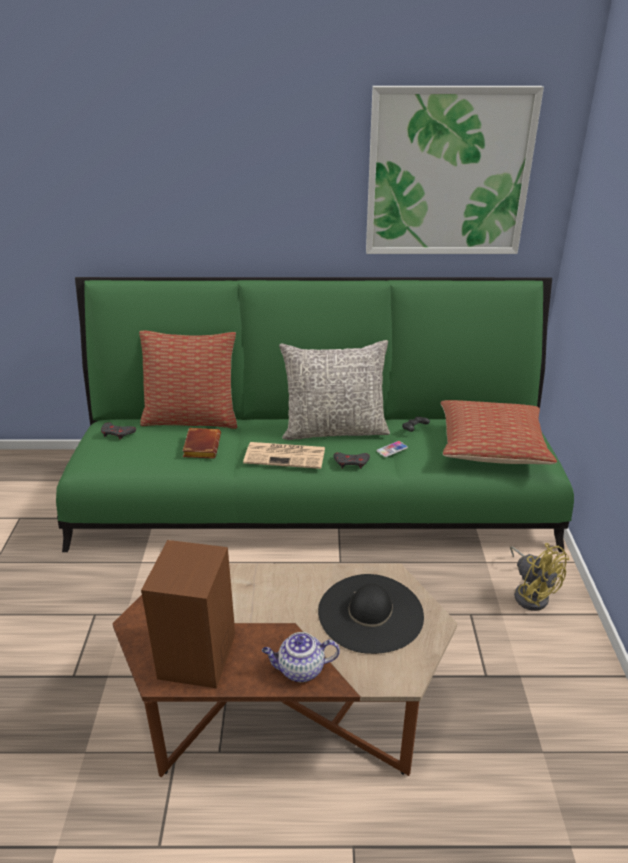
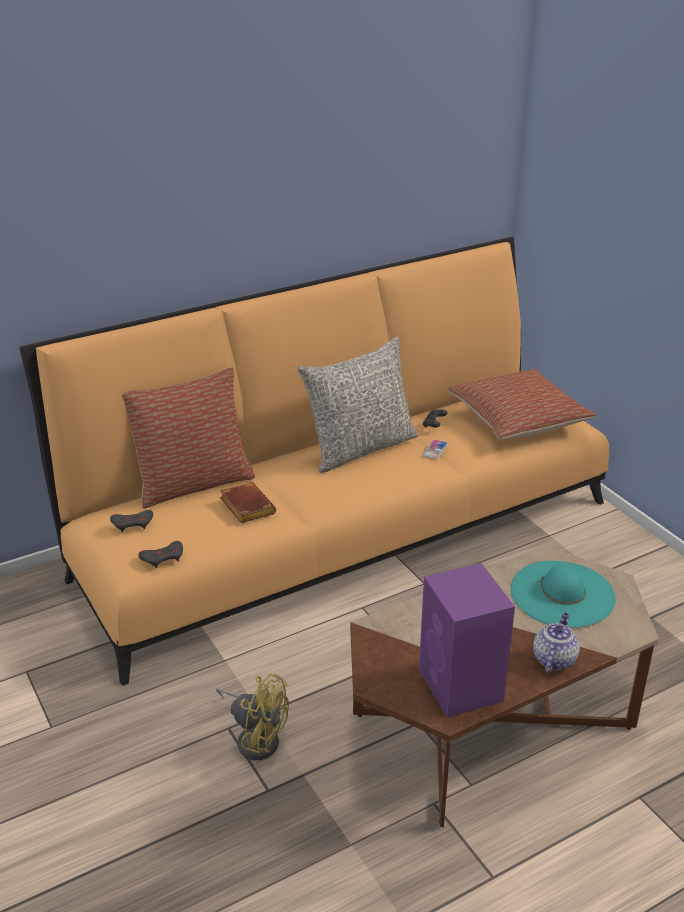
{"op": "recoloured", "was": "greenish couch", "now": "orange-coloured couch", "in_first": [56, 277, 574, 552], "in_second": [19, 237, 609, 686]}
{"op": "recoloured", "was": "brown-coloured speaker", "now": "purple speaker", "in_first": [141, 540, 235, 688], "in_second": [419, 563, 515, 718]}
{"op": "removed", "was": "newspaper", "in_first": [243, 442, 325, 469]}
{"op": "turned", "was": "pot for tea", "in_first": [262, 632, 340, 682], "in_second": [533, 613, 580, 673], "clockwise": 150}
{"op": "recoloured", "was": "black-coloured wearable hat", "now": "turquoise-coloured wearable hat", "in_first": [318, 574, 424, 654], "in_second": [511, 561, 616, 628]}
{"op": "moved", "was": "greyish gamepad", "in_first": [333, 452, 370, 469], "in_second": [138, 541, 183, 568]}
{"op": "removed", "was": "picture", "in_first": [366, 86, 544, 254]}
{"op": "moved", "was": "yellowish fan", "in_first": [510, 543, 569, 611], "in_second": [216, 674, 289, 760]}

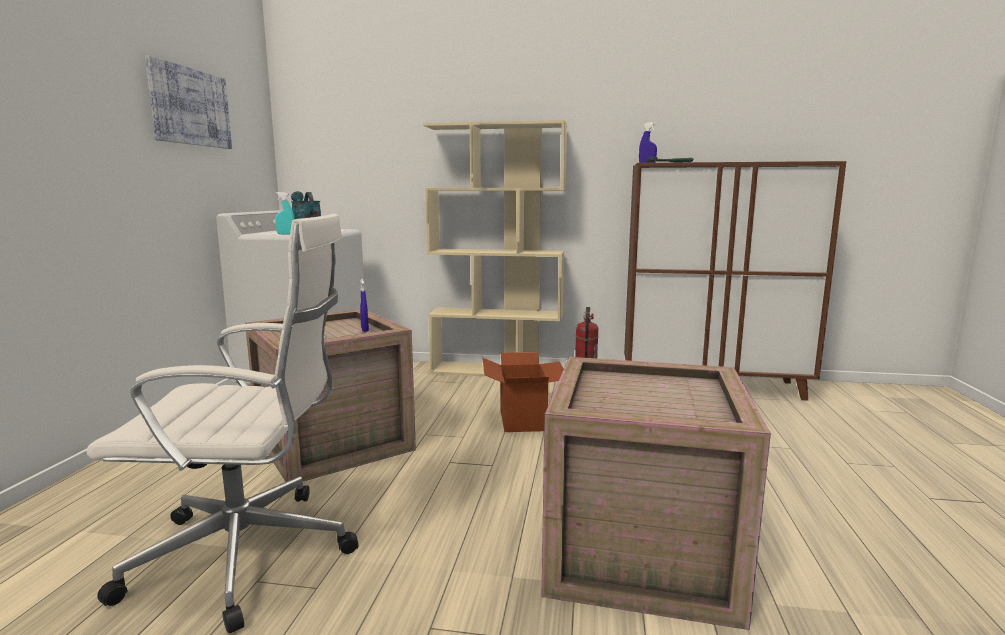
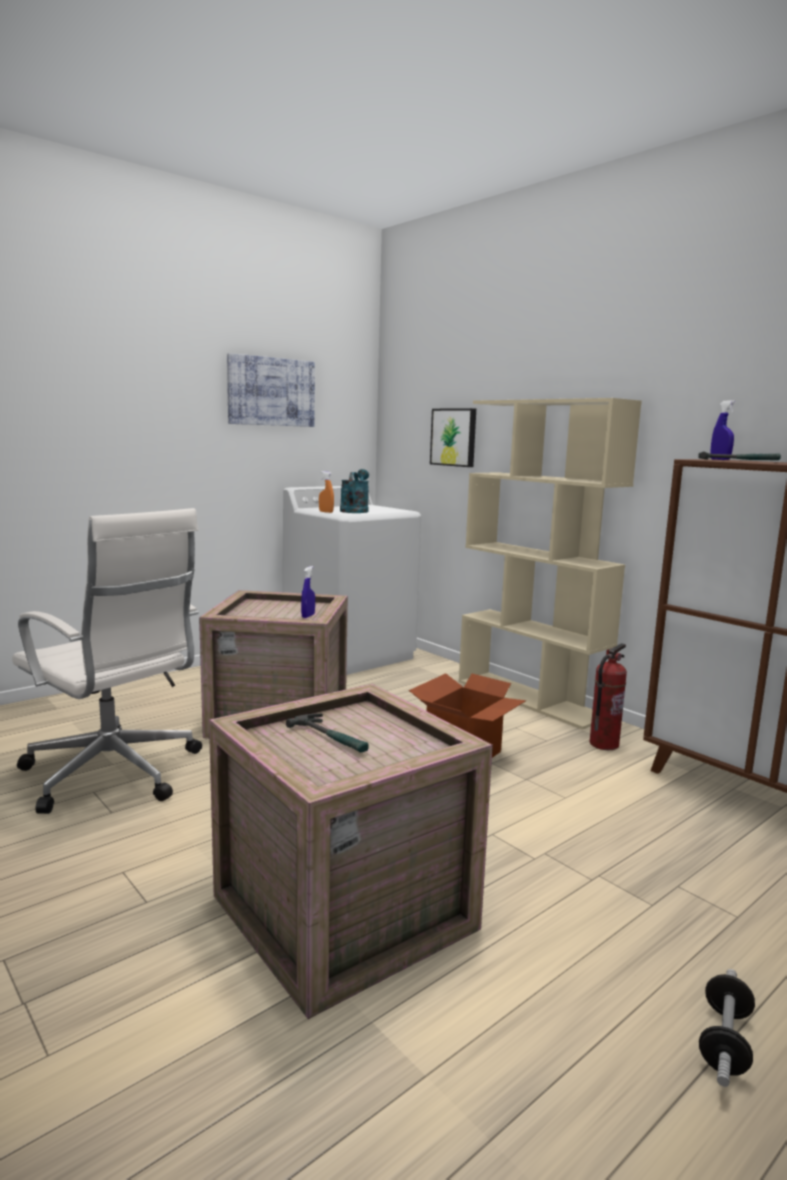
{"op": "recoloured", "was": "turquoise-coloured sprayer", "now": "orange-coloured sprayer", "in_first": [275, 192, 294, 235], "in_second": [319, 471, 334, 513]}
{"op": "added", "now": "hand hammer", "in_second": [286, 713, 369, 753]}
{"op": "added", "now": "picture", "in_second": [430, 408, 476, 467]}
{"op": "added", "now": "free weight", "in_second": [699, 969, 755, 1087]}

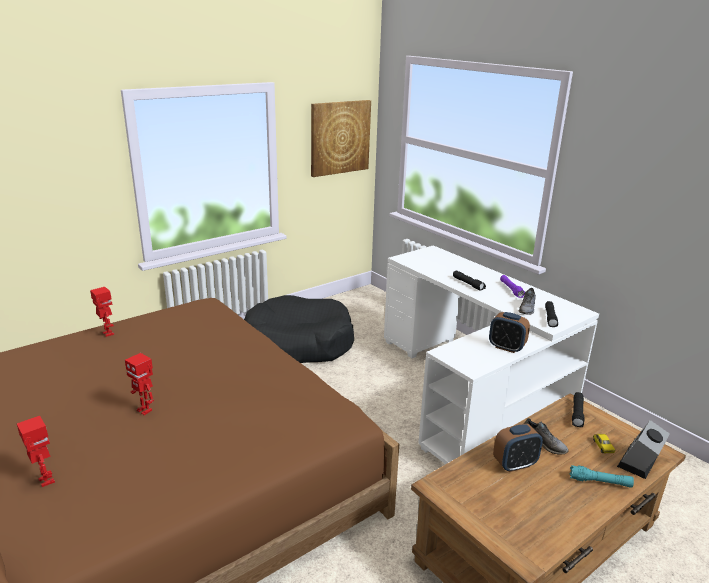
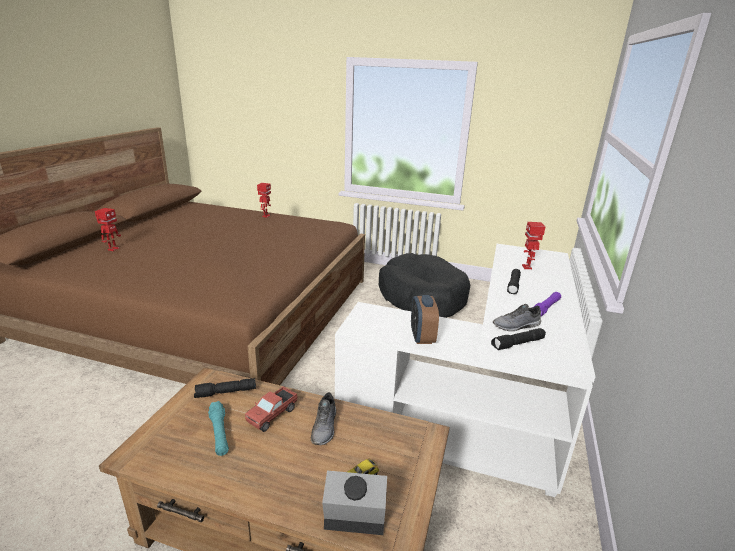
{"op": "moved", "was": "model robot", "in_first": [125, 353, 154, 415], "in_second": [522, 222, 545, 269]}
{"op": "removed", "was": "picture", "in_first": [311, 100, 371, 177]}
{"op": "replaced", "was": "bedside clock", "now": "toy truck", "in_first": [493, 424, 543, 472], "in_second": [245, 386, 297, 432]}
{"op": "moved", "was": "turquoise-coloured hand torch", "in_first": [569, 465, 634, 488], "in_second": [208, 401, 229, 456]}
{"op": "moved", "was": "black-coloured hand torch", "in_first": [572, 392, 584, 427], "in_second": [194, 378, 256, 398]}

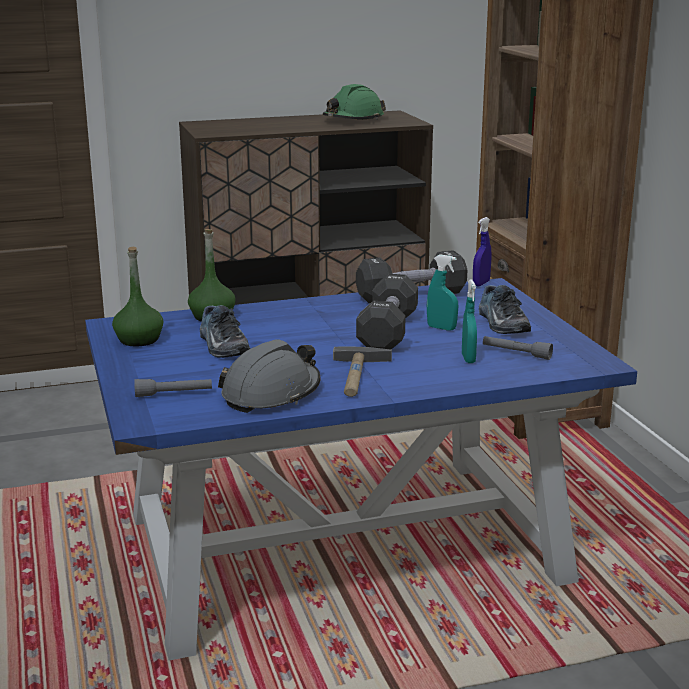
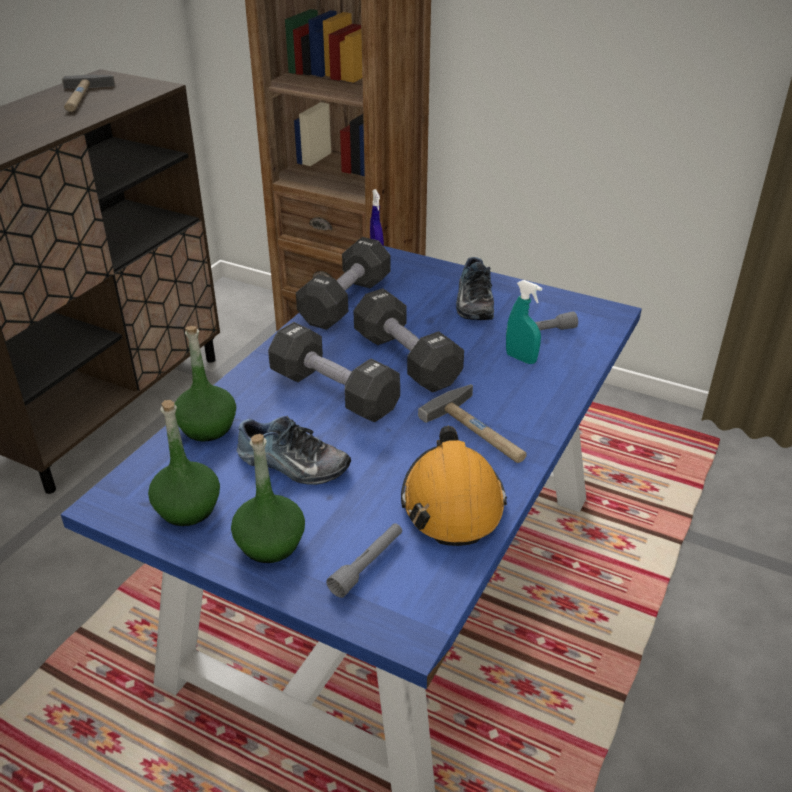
{"op": "recoloured", "was": "greyish safety helmet", "now": "orange-coloured safety helmet", "in_first": [218, 339, 321, 413], "in_second": [401, 426, 507, 546]}
{"op": "replaced", "was": "greenish safety helmet", "now": "hand hammer", "in_first": [323, 84, 386, 120], "in_second": [62, 75, 115, 112]}
{"op": "removed", "was": "turquoise-coloured sprayer", "in_first": [427, 254, 458, 330]}
{"op": "turned", "was": "shoe", "in_first": [479, 285, 531, 334], "in_second": [456, 257, 494, 320], "clockwise": 60}
{"op": "added", "now": "greenish beverage bottle", "in_second": [231, 434, 305, 563]}
{"op": "added", "now": "black-coloured free weight", "in_second": [268, 322, 400, 422]}

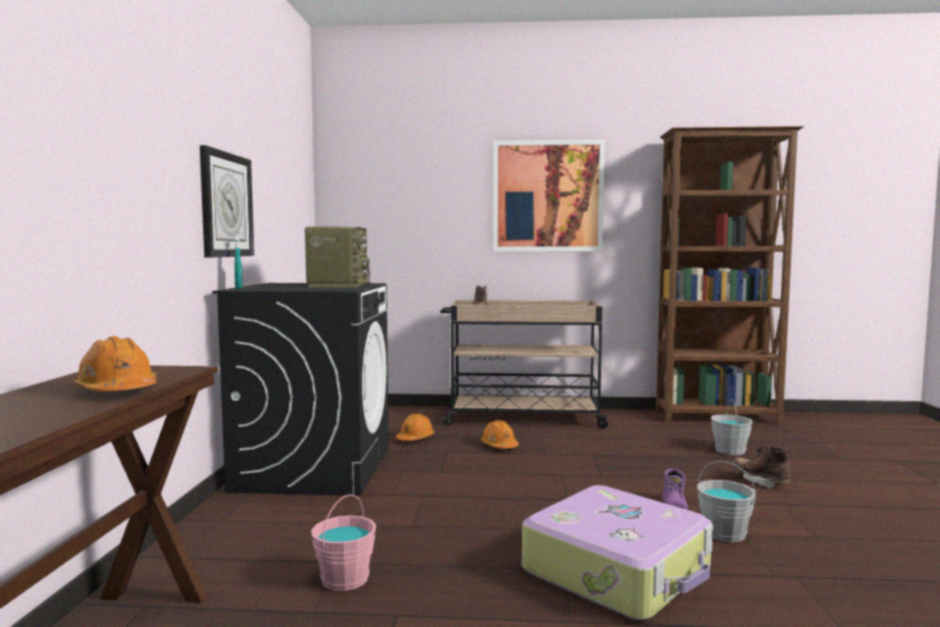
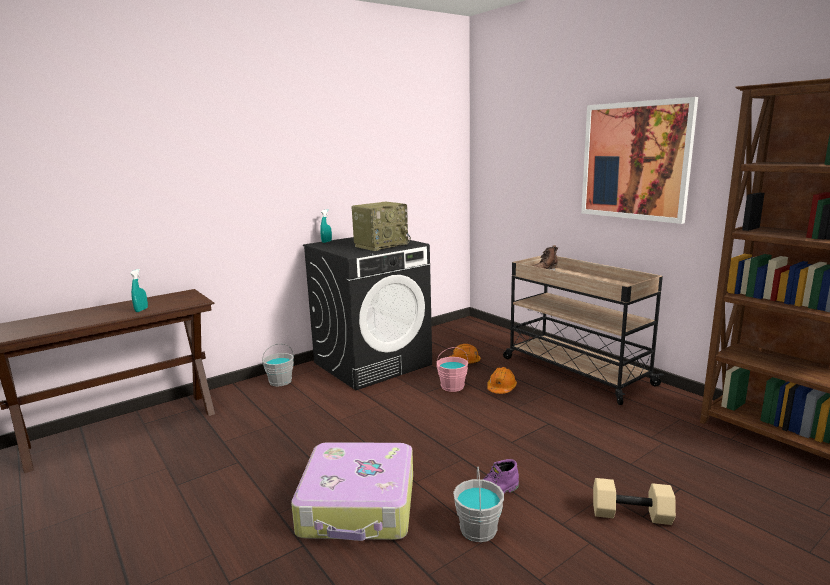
{"op": "replaced", "was": "orange-coloured safety helmet", "now": "turquoise-coloured sprayer", "in_first": [74, 336, 157, 391], "in_second": [130, 269, 148, 312]}
{"op": "removed", "was": "wall clock", "in_first": [200, 145, 254, 257]}
{"op": "moved", "was": "pink-coloured pail", "in_first": [311, 494, 376, 591], "in_second": [436, 347, 468, 392]}
{"op": "moved", "was": "greyish pail", "in_first": [711, 399, 753, 455], "in_second": [262, 344, 294, 387]}
{"op": "replaced", "was": "brown-coloured tall boot", "now": "beige-coloured free weight", "in_first": [732, 445, 791, 488], "in_second": [593, 478, 676, 525]}

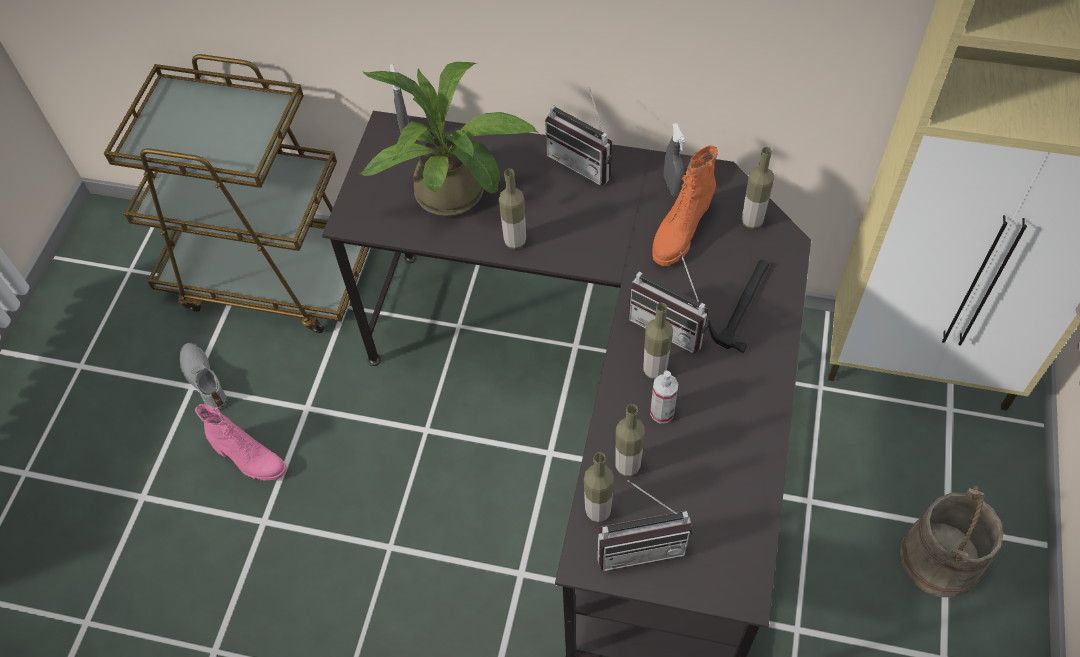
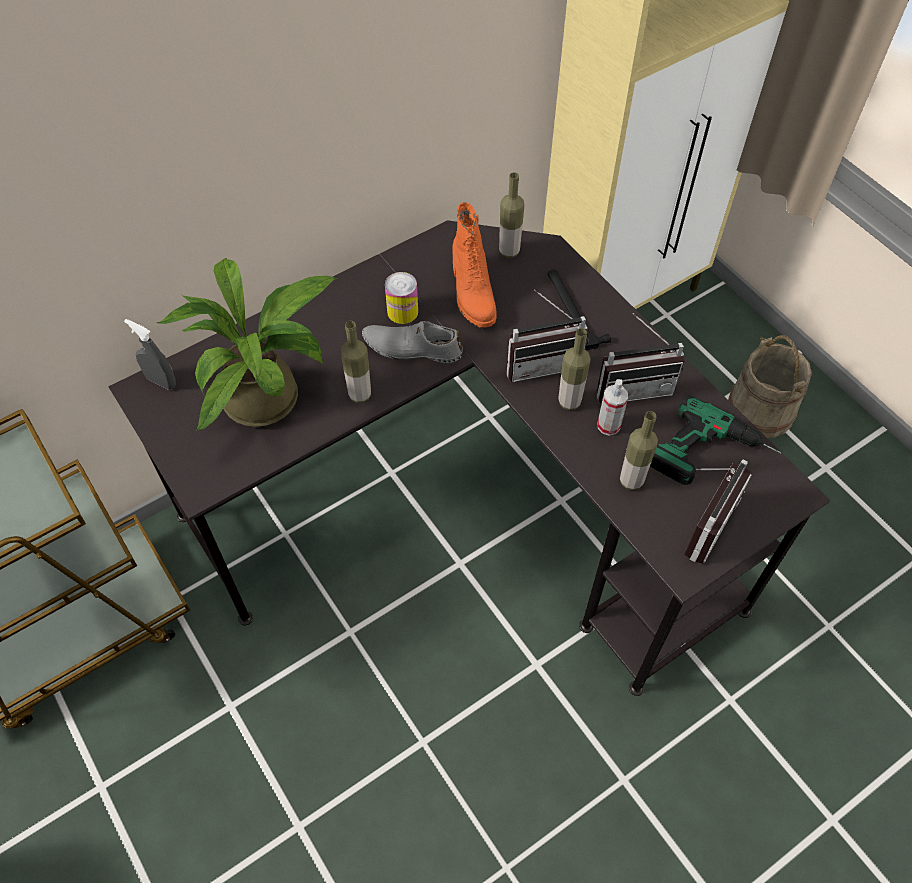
{"op": "moved", "was": "greyish shoe", "in_first": [180, 343, 227, 410], "in_second": [362, 321, 463, 363]}
{"op": "removed", "was": "pink-coloured tall boot", "in_first": [195, 404, 287, 481]}
{"op": "moved", "was": "radio receiver", "in_first": [545, 87, 613, 186], "in_second": [597, 313, 684, 404]}
{"op": "removed", "was": "beverage bottle", "in_first": [584, 452, 614, 523]}
{"op": "removed", "was": "greyish sprayer", "in_first": [664, 123, 685, 197]}
{"op": "added", "now": "metal can", "in_second": [385, 272, 418, 324]}
{"op": "added", "now": "drill", "in_second": [650, 395, 781, 485]}

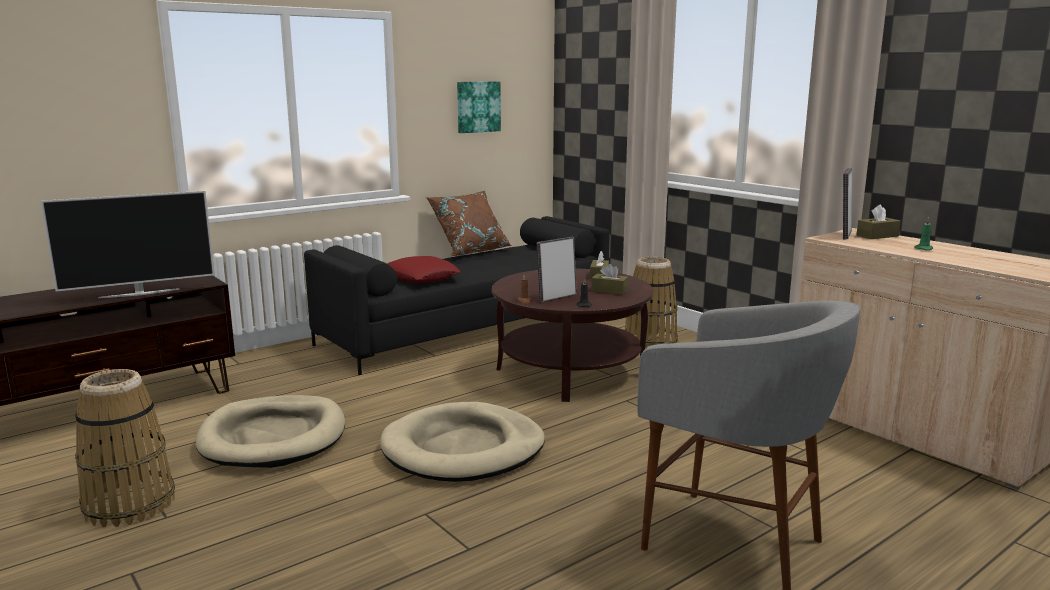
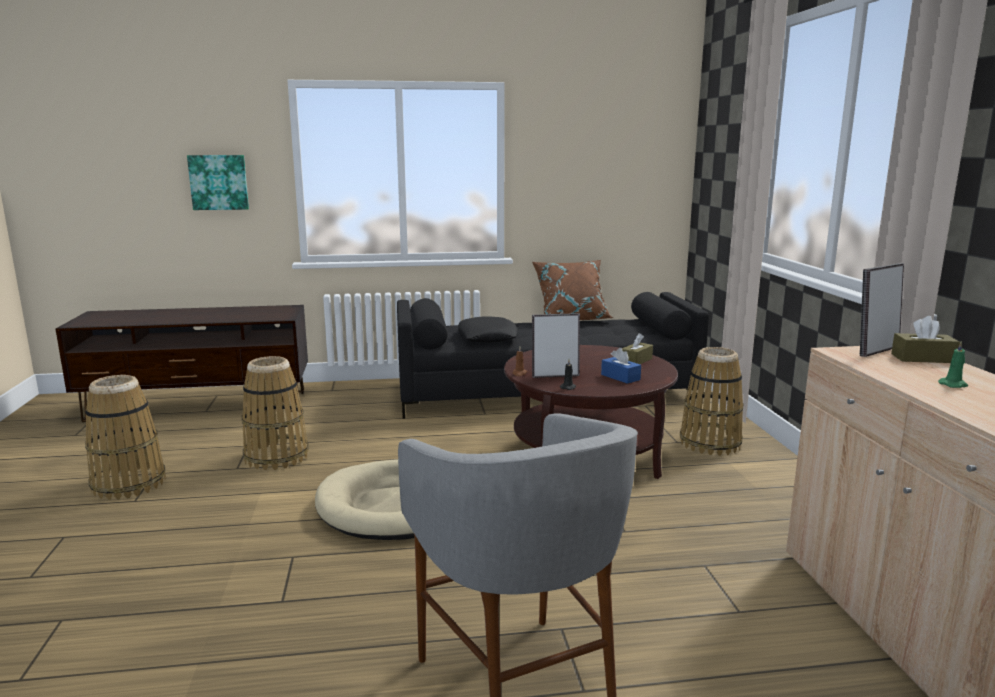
{"op": "removed", "was": "TV set", "in_first": [41, 191, 215, 298]}
{"op": "replaced", "was": "beige-coloured dog bed", "now": "storage basket", "in_first": [195, 395, 345, 468], "in_second": [241, 356, 309, 470]}
{"op": "recoloured", "was": "reddish cushion", "now": "black-coloured cushion", "in_first": [387, 256, 460, 283], "in_second": [458, 317, 517, 343]}
{"op": "moved", "was": "picture", "in_first": [457, 81, 501, 133], "in_second": [187, 155, 249, 210]}
{"op": "recoloured", "was": "brown-coloured tissue holder", "now": "bluish tissue holder", "in_first": [591, 264, 628, 295], "in_second": [601, 348, 641, 384]}

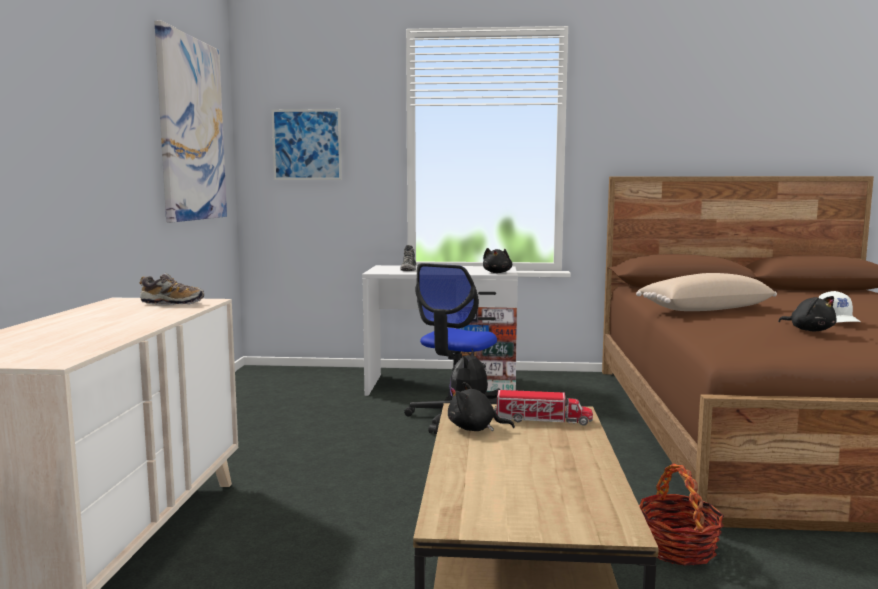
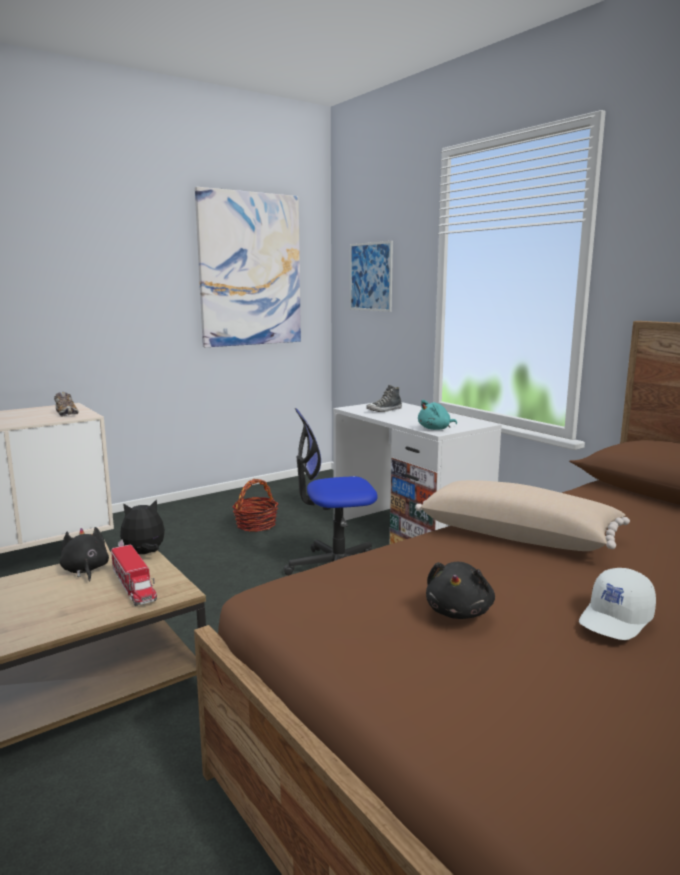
{"op": "recoloured", "was": "black-coloured soft toy", "now": "turquoise-coloured soft toy", "in_first": [483, 248, 512, 273], "in_second": [418, 400, 457, 430]}
{"op": "moved", "was": "storage basket", "in_first": [639, 464, 724, 566], "in_second": [232, 479, 279, 532]}

